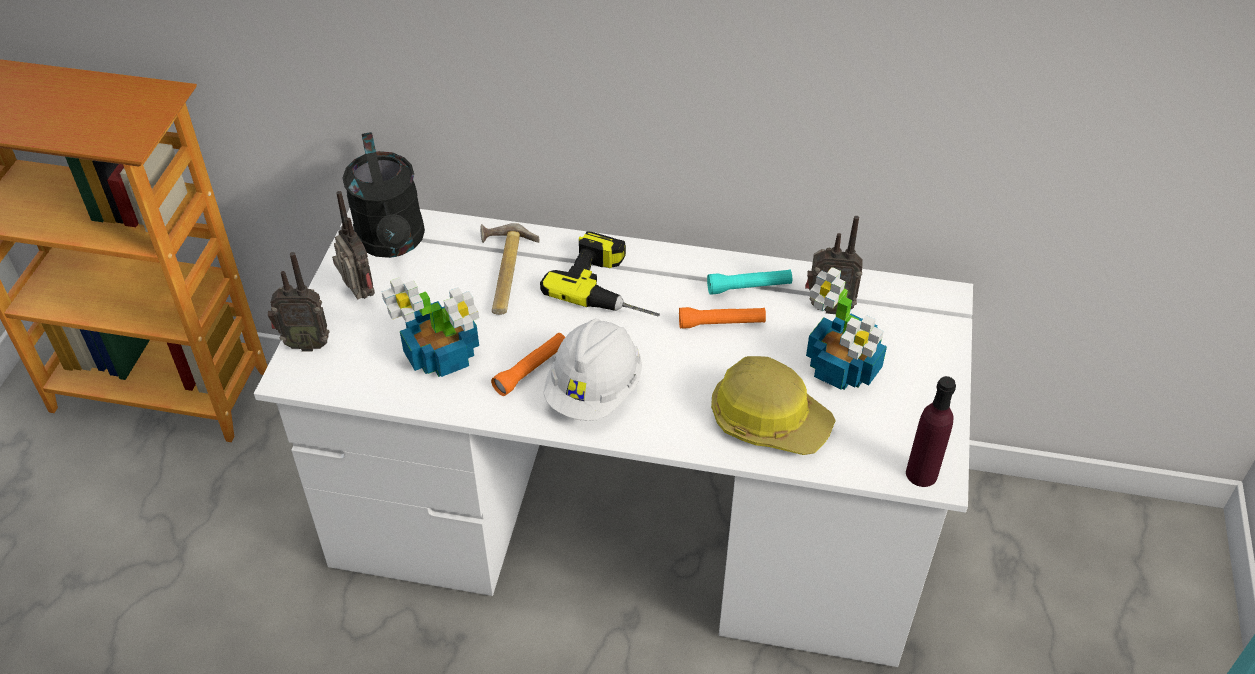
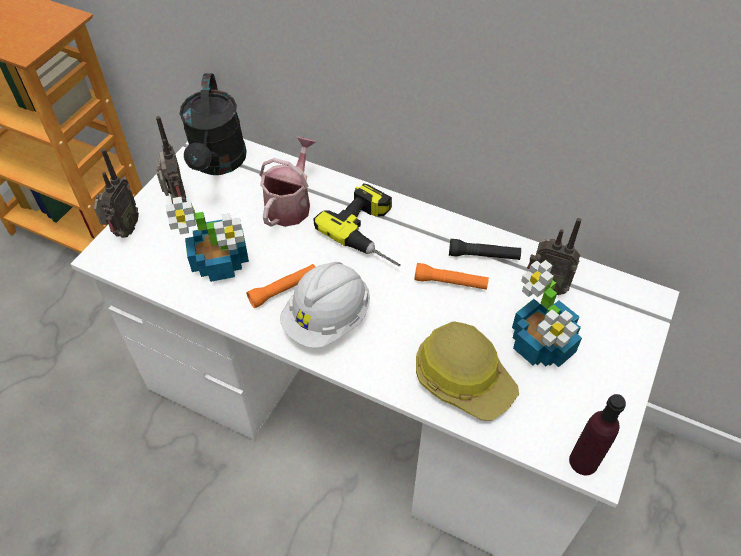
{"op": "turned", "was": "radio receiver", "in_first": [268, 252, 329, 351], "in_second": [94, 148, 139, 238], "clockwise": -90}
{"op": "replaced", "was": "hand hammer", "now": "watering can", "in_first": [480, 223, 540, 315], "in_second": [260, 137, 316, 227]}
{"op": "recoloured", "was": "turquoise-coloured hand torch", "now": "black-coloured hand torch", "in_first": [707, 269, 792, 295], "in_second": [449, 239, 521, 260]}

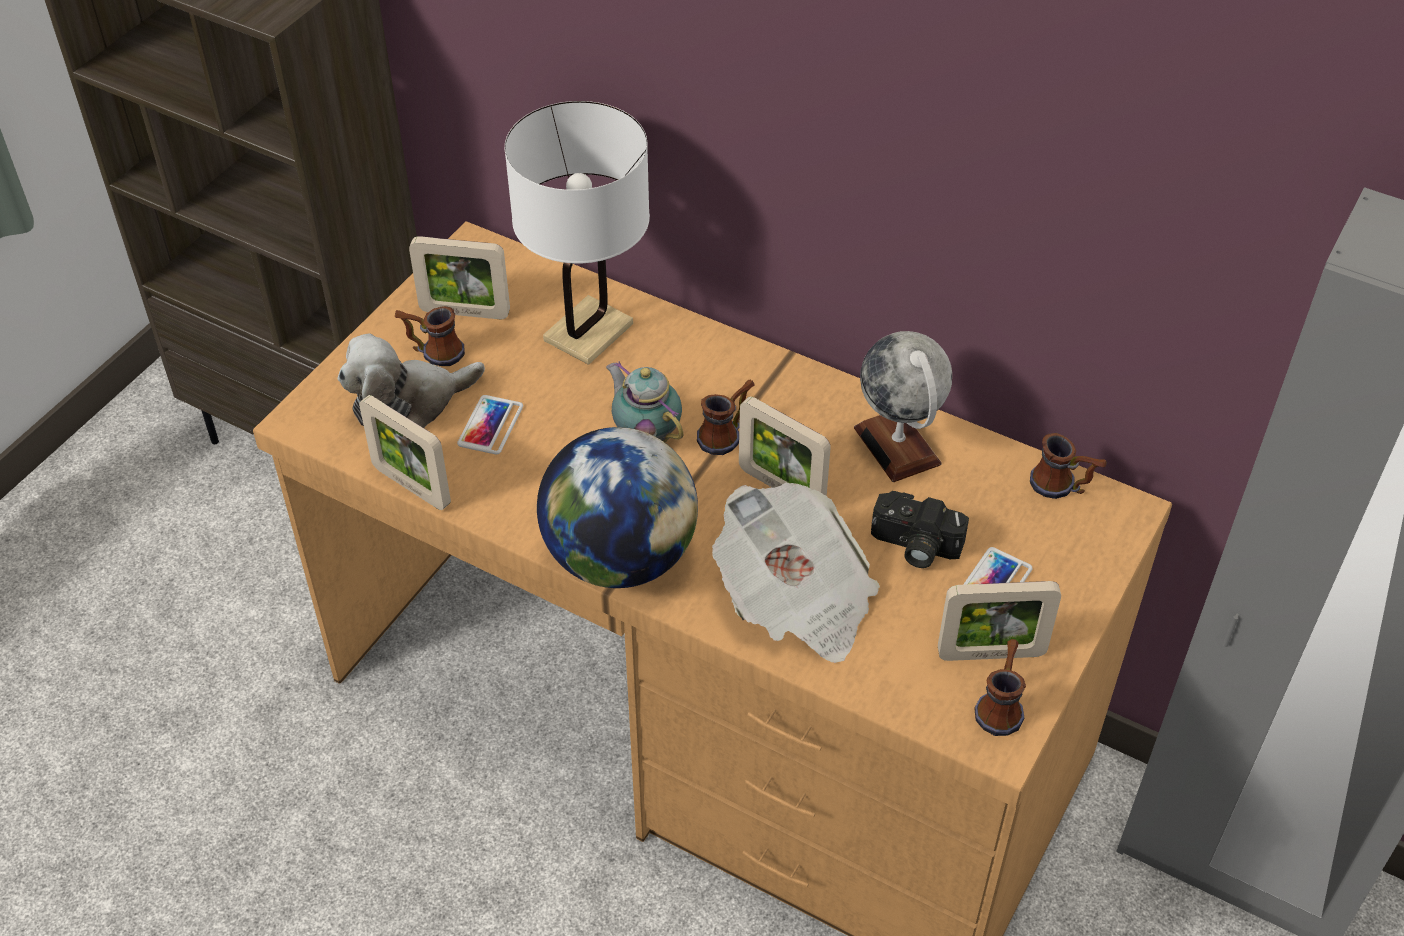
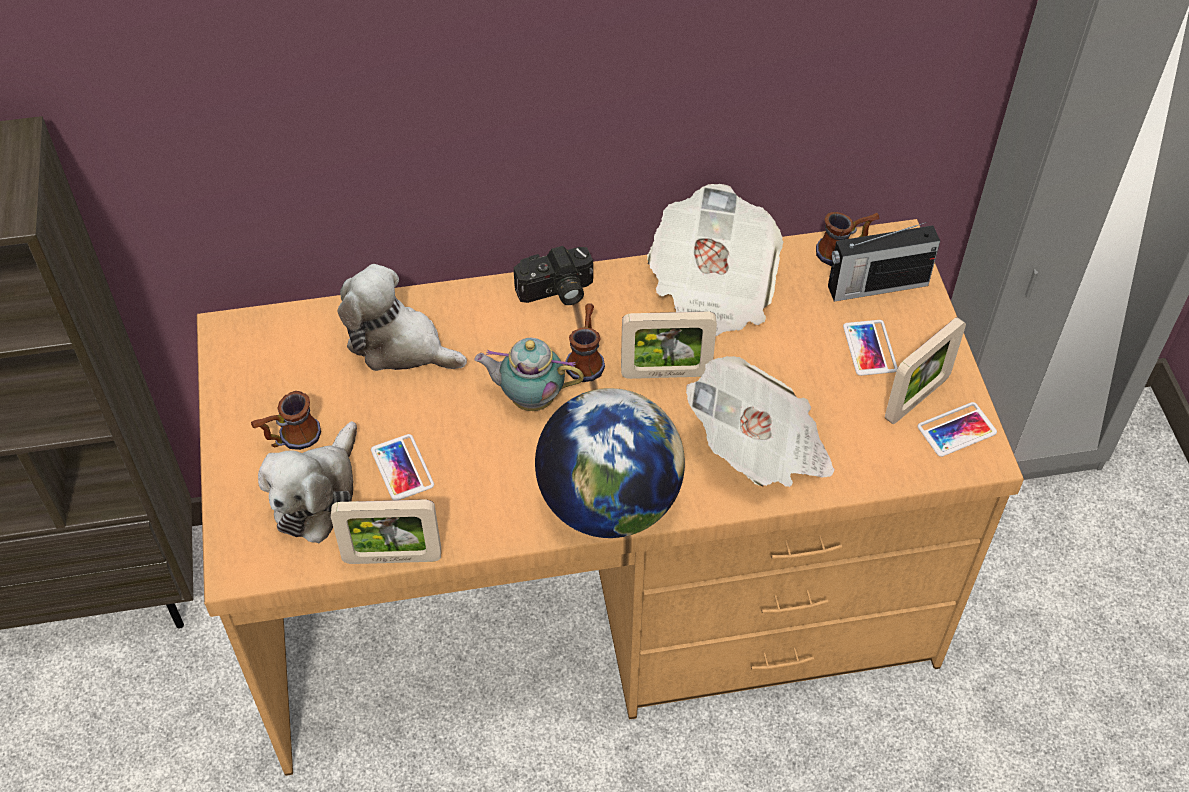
{"op": "removed", "was": "standing frame", "in_first": [409, 236, 510, 319]}
{"op": "replaced", "was": "white table lamp", "now": "soft toy", "in_first": [505, 101, 650, 365], "in_second": [338, 264, 467, 371]}
{"op": "replaced", "was": "globe", "now": "newspaper", "in_first": [854, 331, 952, 482], "in_second": [647, 184, 783, 336]}
{"op": "moved", "was": "photo camera", "in_first": [871, 491, 969, 568], "in_second": [514, 246, 593, 305]}
{"op": "replaced", "was": "mug", "now": "telephone", "in_first": [975, 639, 1026, 736], "in_second": [918, 402, 997, 457]}
{"op": "added", "now": "radio receiver", "in_second": [828, 222, 940, 302]}

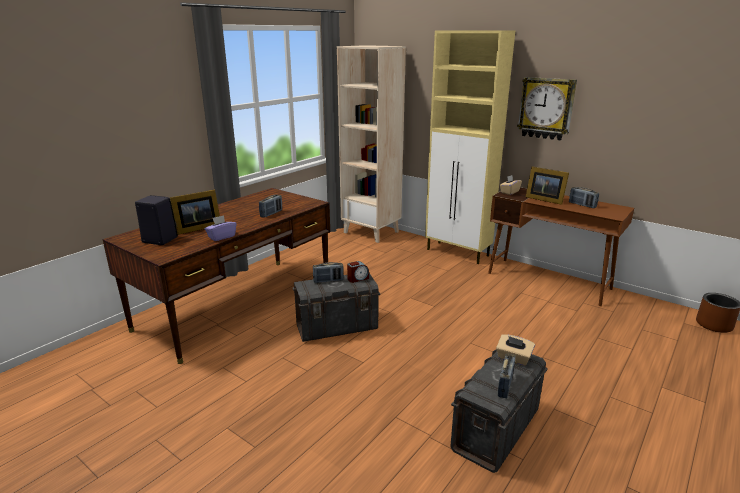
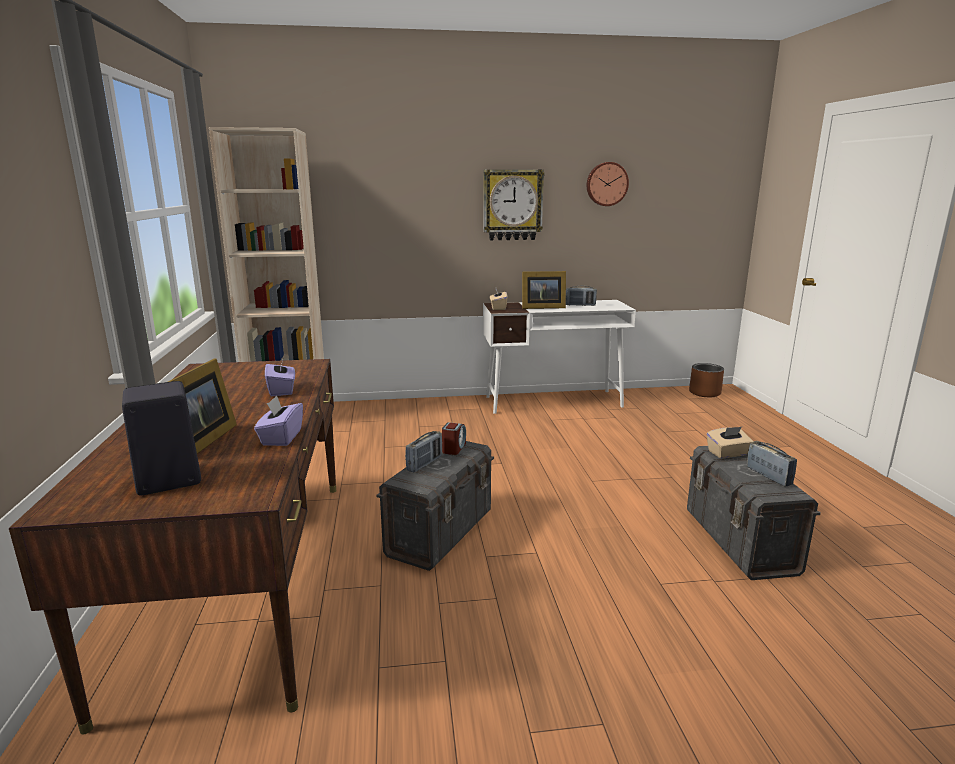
{"op": "replaced", "was": "radio receiver", "now": "purple tissue holder", "in_first": [259, 195, 282, 218], "in_second": [265, 357, 295, 396]}
{"op": "removed", "was": "beige-coloured cupboard", "in_first": [425, 30, 515, 264]}
{"op": "recoloured", "was": "brown-coloured desk table", "now": "white desk table", "in_first": [488, 187, 634, 306], "in_second": [483, 300, 636, 414]}
{"op": "added", "now": "wall clock", "in_second": [587, 162, 629, 206]}

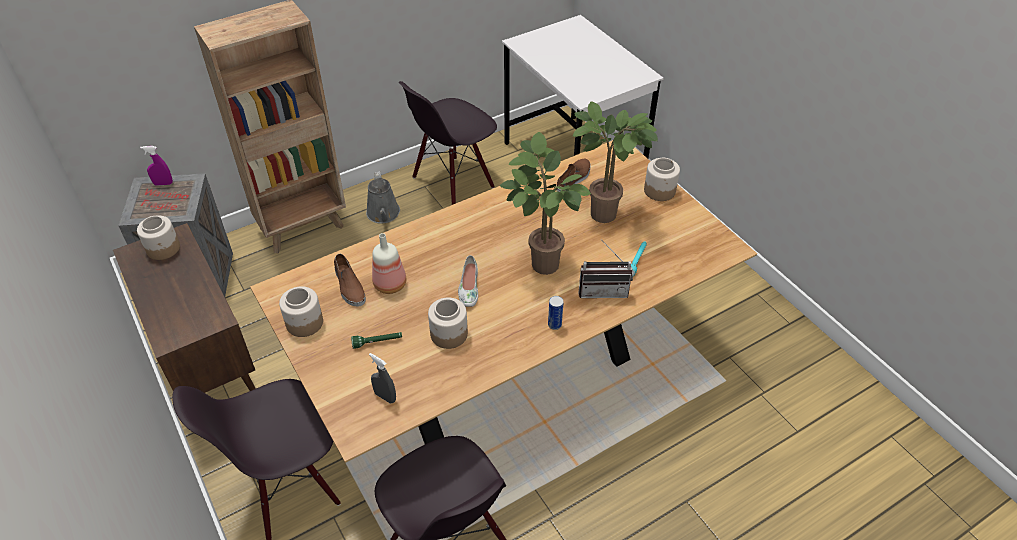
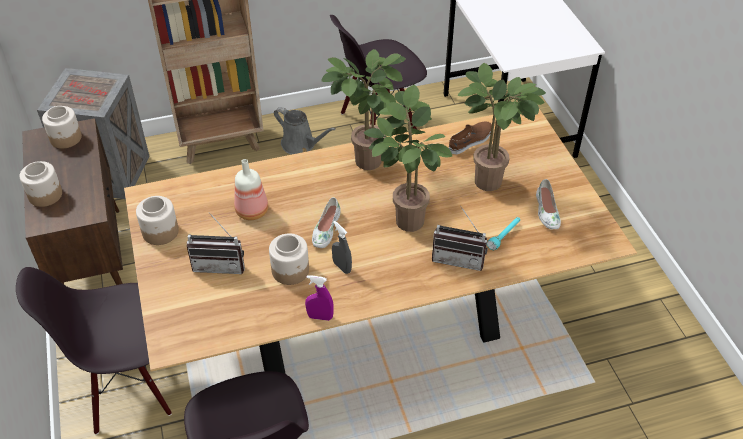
{"op": "moved", "was": "purple sprayer", "in_first": [140, 146, 173, 186], "in_second": [305, 275, 334, 321]}
{"op": "removed", "was": "brown-coloured shoe", "in_first": [334, 254, 366, 307]}
{"op": "replaced", "was": "greenish hand torch", "now": "radio receiver", "in_first": [351, 332, 402, 349], "in_second": [187, 212, 245, 274]}
{"op": "turned", "was": "greyish watering can", "in_first": [366, 171, 400, 223], "in_second": [274, 107, 336, 155], "clockwise": -60}
{"op": "moved", "was": "greyish sprayer", "in_first": [369, 353, 396, 404], "in_second": [332, 221, 352, 274]}
{"op": "removed", "was": "metal can", "in_first": [548, 296, 564, 330]}
{"op": "moved", "was": "jar", "in_first": [644, 158, 680, 201], "in_second": [19, 161, 62, 207]}
{"op": "added", "now": "plant in a pot", "in_second": [321, 49, 406, 170]}
{"op": "added", "now": "white shoe", "in_second": [536, 179, 561, 229]}

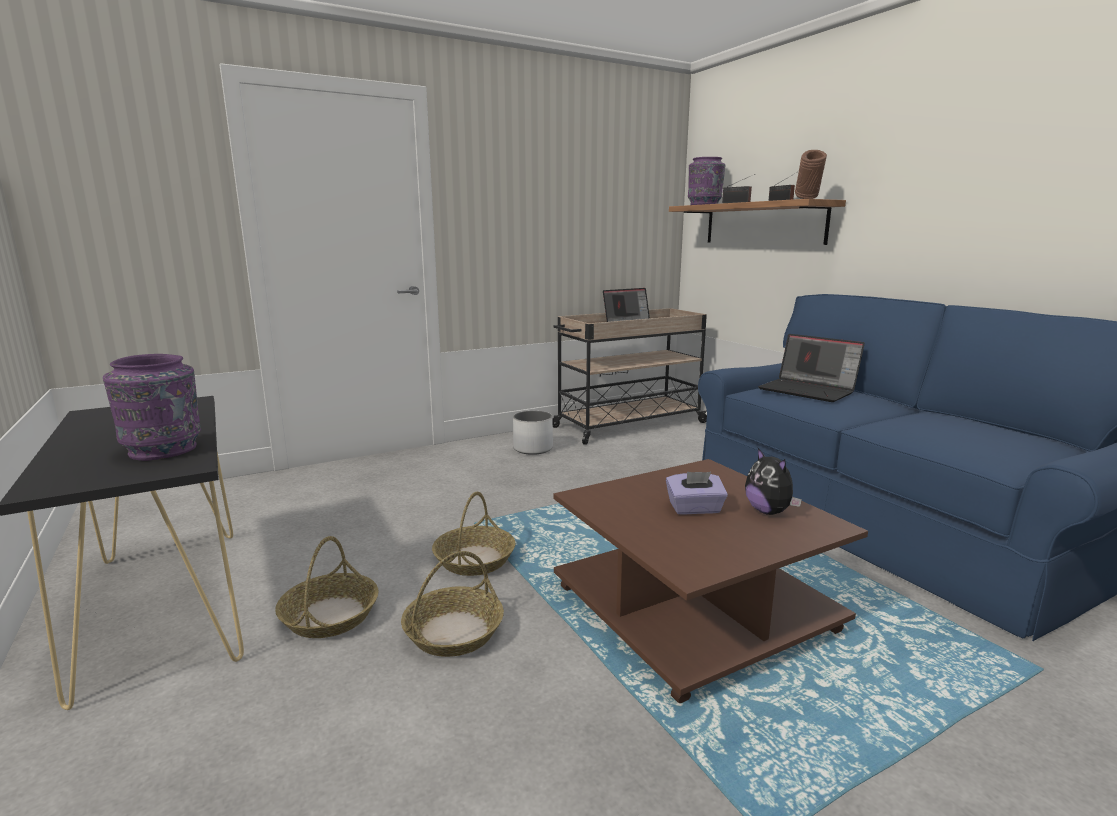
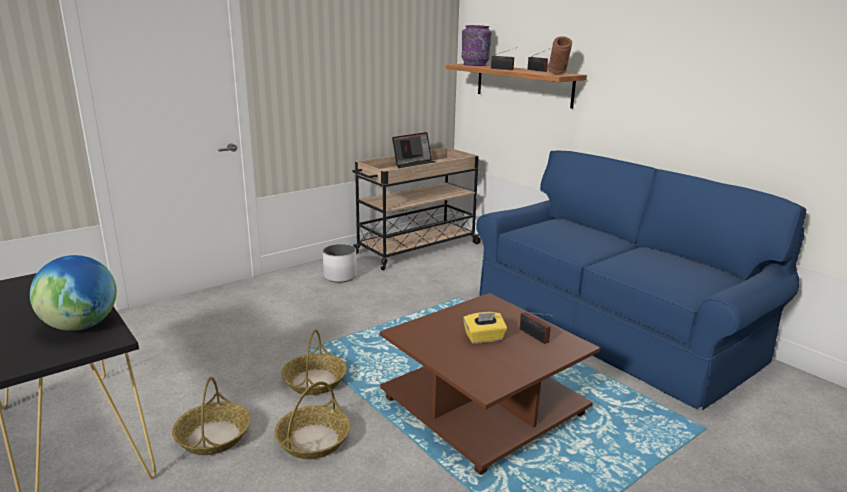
{"op": "replaced", "was": "purple decorative vase", "now": "globe", "in_first": [103, 354, 201, 461], "in_second": [30, 255, 117, 331]}
{"op": "recoloured", "was": "purple tissue holder", "now": "yellowish tissue holder", "in_first": [666, 472, 728, 515], "in_second": [463, 312, 507, 344]}
{"op": "replaced", "was": "soft toy", "now": "radio receiver", "in_first": [745, 448, 802, 515], "in_second": [520, 312, 554, 344]}
{"op": "removed", "was": "portable computer", "in_first": [758, 334, 865, 402]}

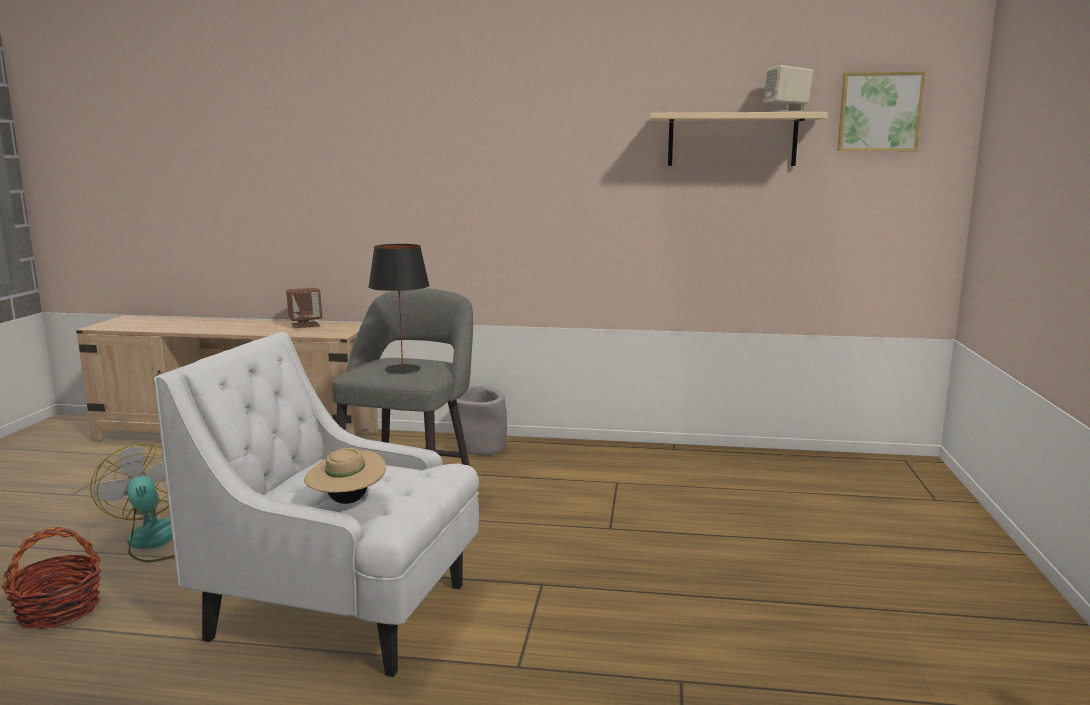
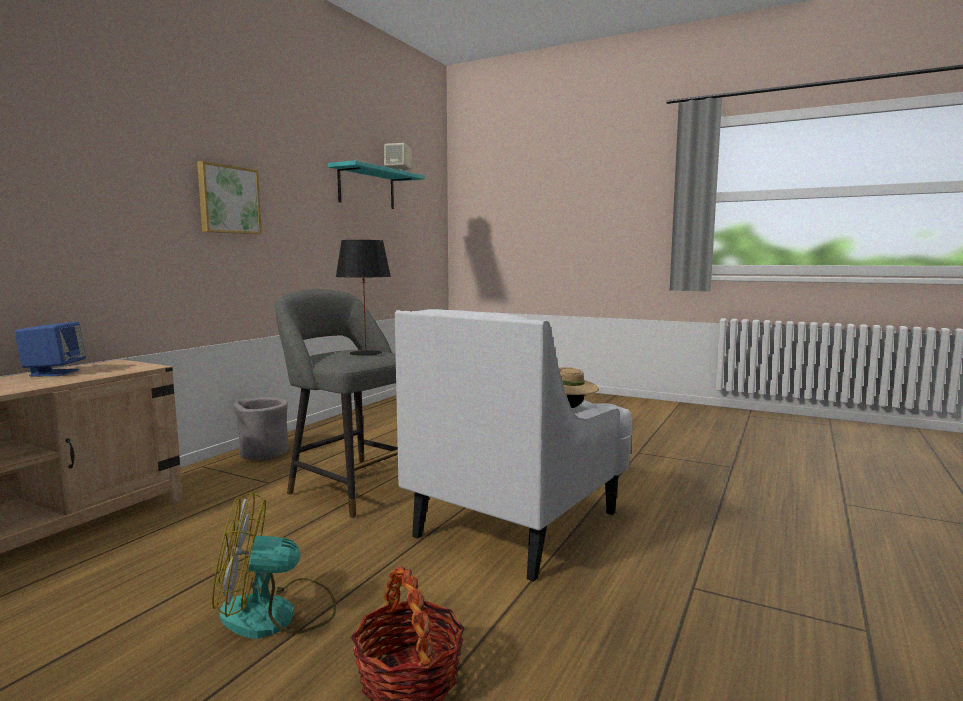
{"op": "recoloured", "was": "brown-coloured speaker", "now": "bluish speaker", "in_first": [286, 288, 322, 328], "in_second": [14, 322, 86, 376]}
{"op": "recoloured", "was": "beige-coloured wall shelf", "now": "turquoise-coloured wall shelf", "in_first": [650, 112, 828, 166], "in_second": [328, 160, 425, 209]}
{"op": "moved", "was": "picture", "in_first": [837, 72, 926, 151], "in_second": [197, 161, 262, 234]}

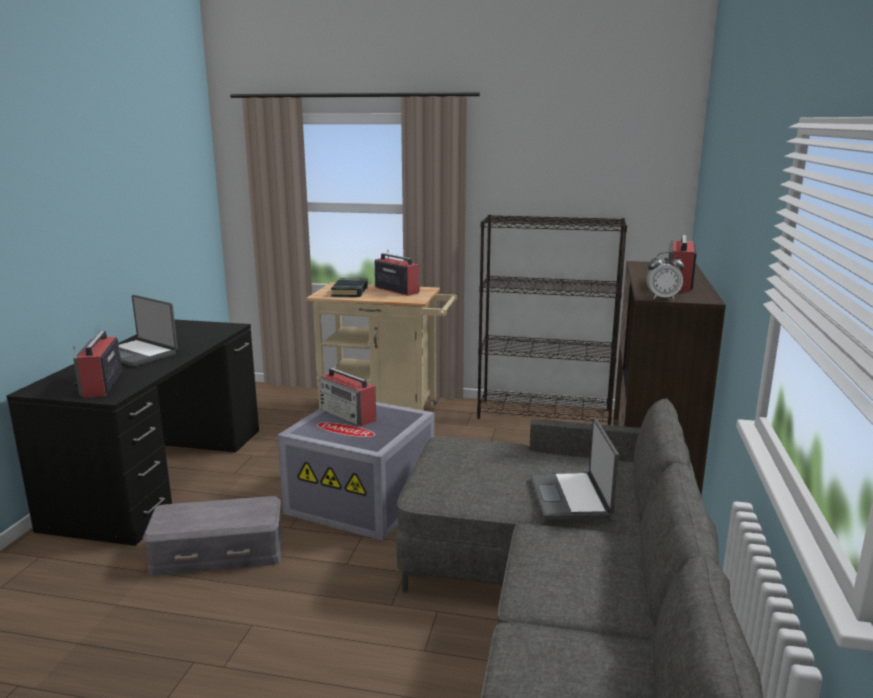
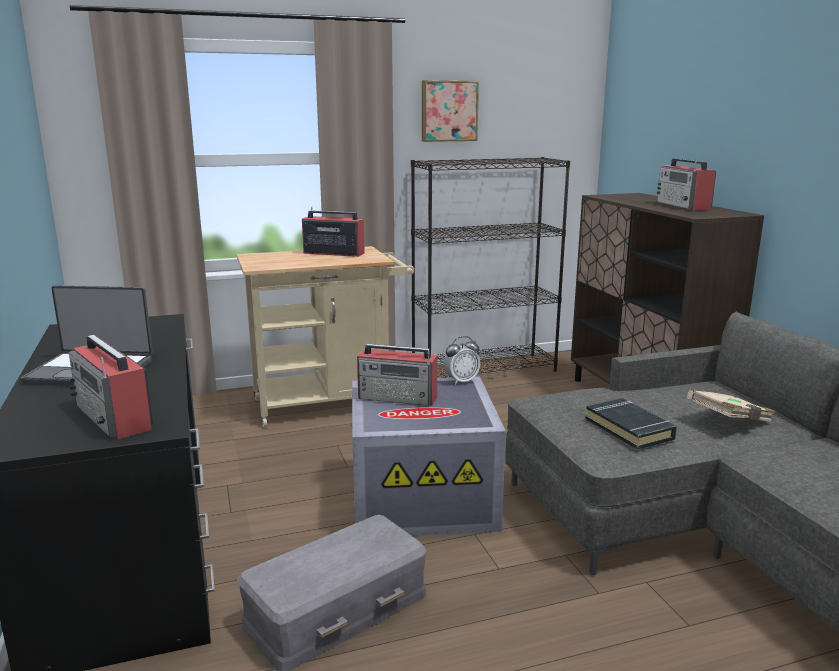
{"op": "moved", "was": "black-coloured bound book", "in_first": [331, 278, 368, 297], "in_second": [586, 398, 677, 450]}
{"op": "replaced", "was": "portable computer", "now": "beige-coloured bound book", "in_first": [530, 418, 619, 520], "in_second": [687, 390, 775, 422]}
{"op": "moved", "was": "bedside clock", "in_first": [646, 252, 684, 300], "in_second": [444, 336, 480, 385]}
{"op": "added", "now": "picture", "in_second": [422, 80, 479, 142]}

